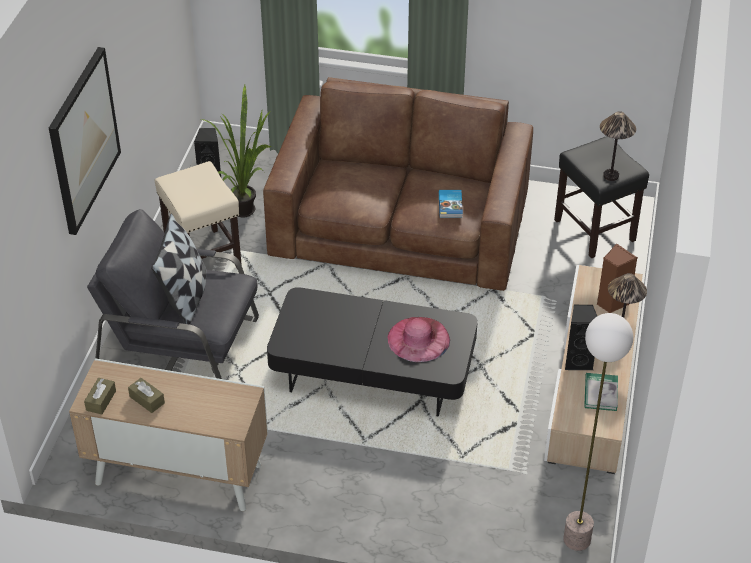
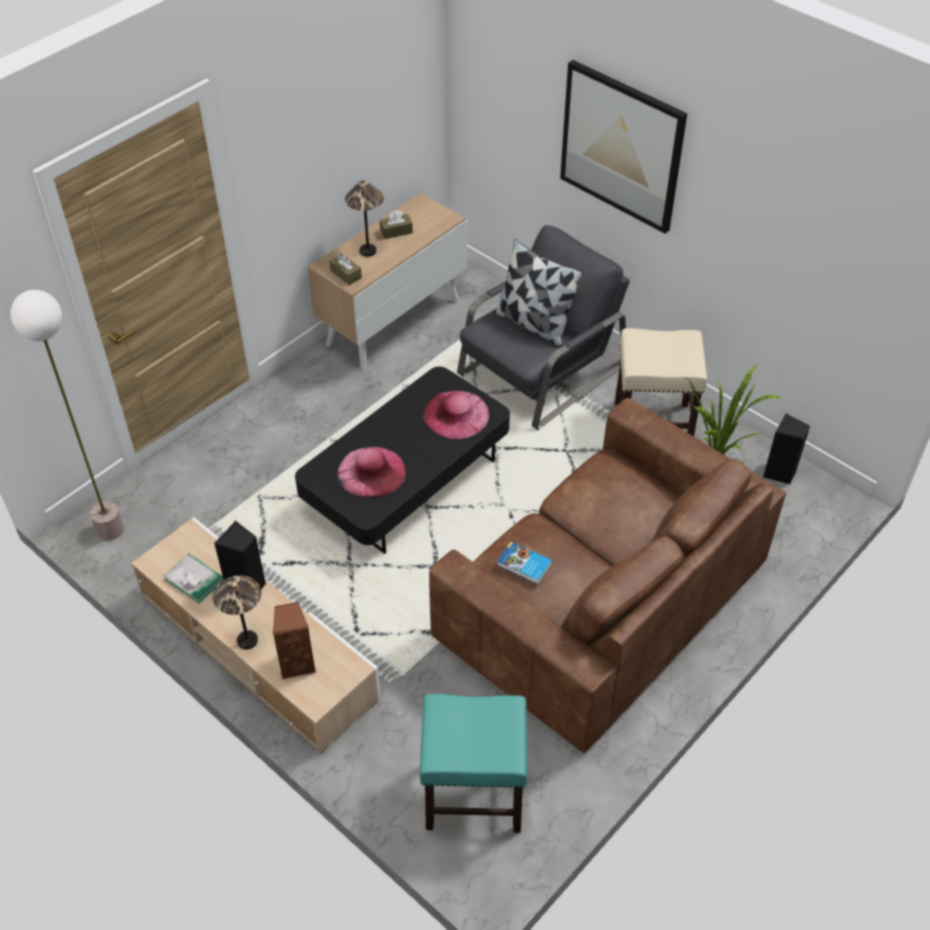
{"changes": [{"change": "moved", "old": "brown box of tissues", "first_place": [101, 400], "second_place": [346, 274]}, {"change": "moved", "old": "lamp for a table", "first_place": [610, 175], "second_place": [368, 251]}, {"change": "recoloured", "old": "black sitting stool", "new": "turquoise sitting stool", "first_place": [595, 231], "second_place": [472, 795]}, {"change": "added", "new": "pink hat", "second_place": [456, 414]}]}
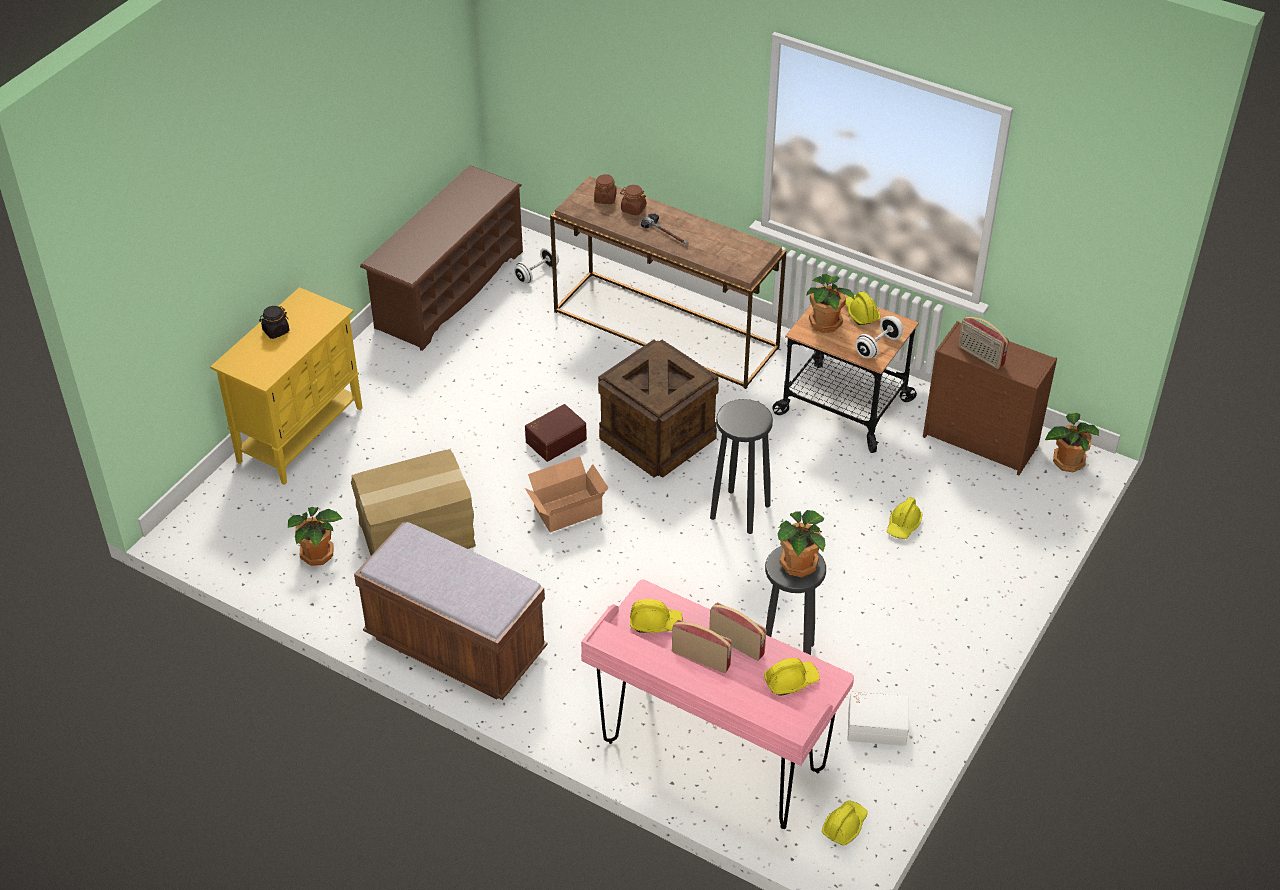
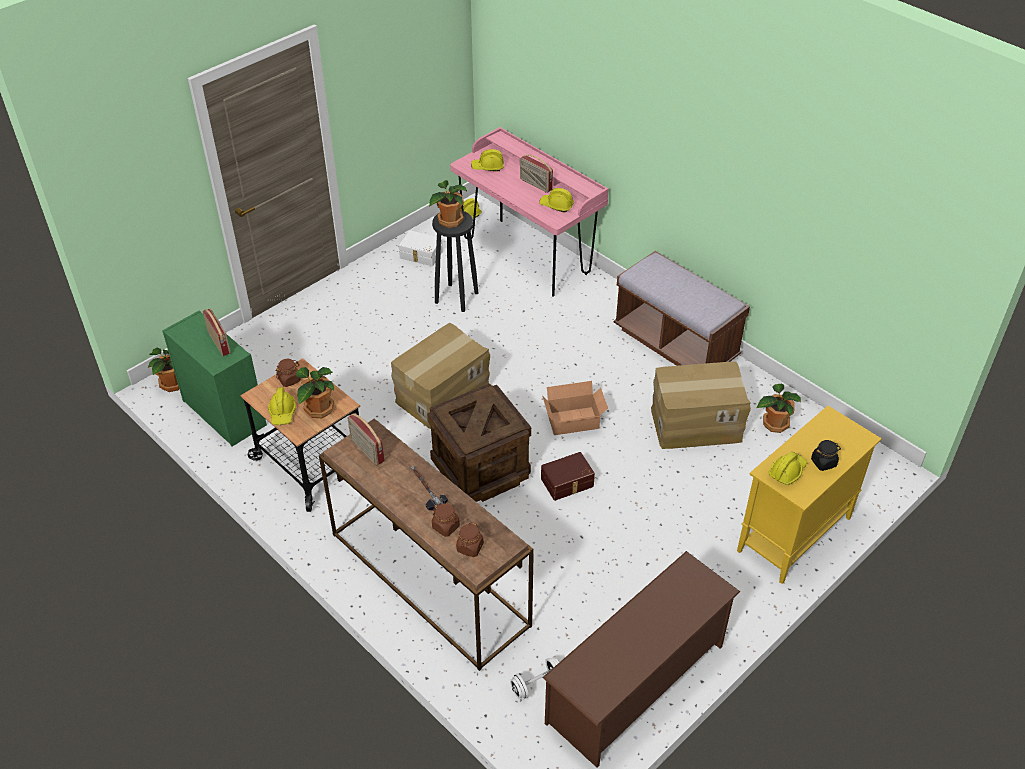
{"changes": [{"change": "recoloured", "old": "brown dresser", "new": "green dresser", "first_place": [982, 441], "second_place": [223, 412]}, {"change": "replaced", "old": "white hand weight", "new": "brown preserve jar", "first_place": [878, 346], "second_place": [289, 379]}, {"change": "moved", "old": "radio receiver", "first_place": [737, 644], "second_place": [366, 450]}, {"change": "replaced", "old": "black sitting stool", "new": "cardboard box", "first_place": [739, 512], "second_place": [441, 394]}, {"change": "moved", "old": "yellow safety helmet", "first_place": [903, 525], "second_place": [787, 471]}]}
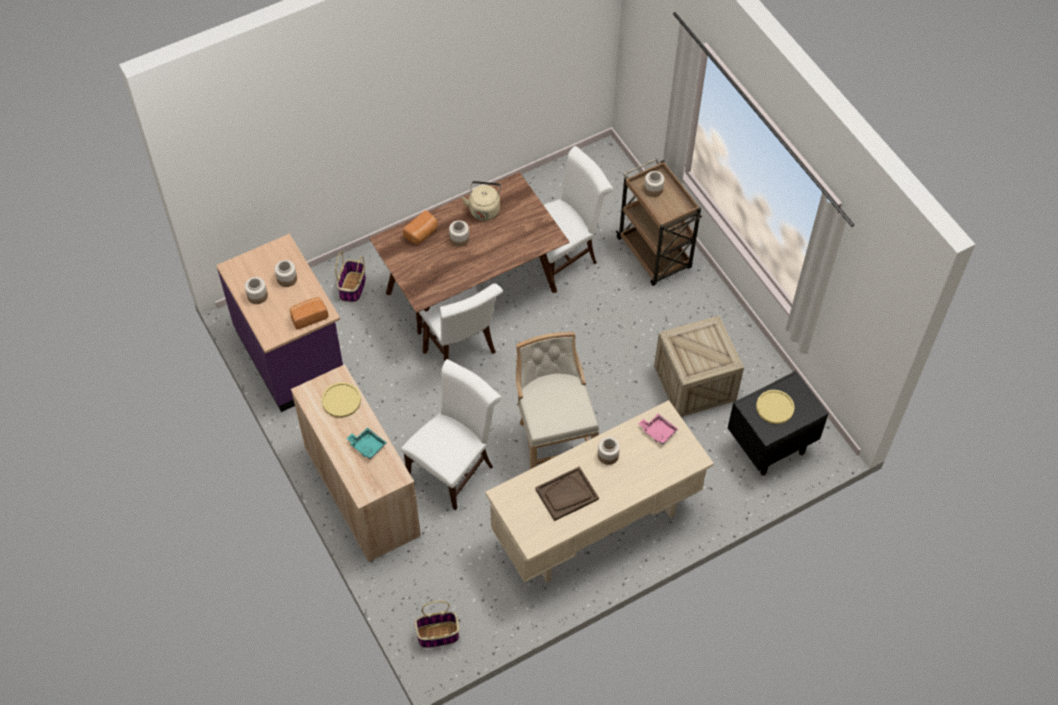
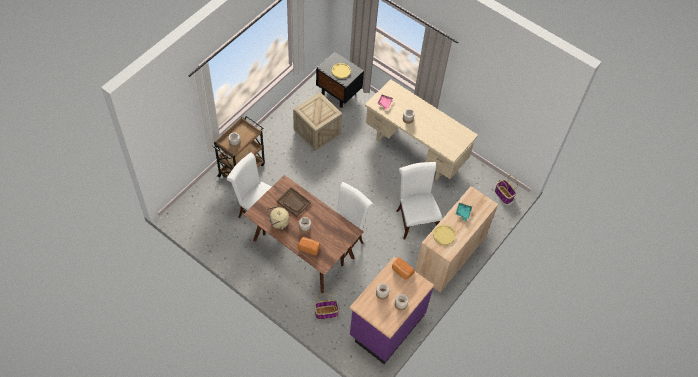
{"changes": [{"change": "moved", "old": "brown tray", "first_place": [566, 494], "second_place": [293, 202]}, {"change": "turned", "old": "white upright chair", "first_place": [454, 467], "second_place": [415, 219], "degrees": 60}, {"change": "removed", "old": "beige sitting stool", "first_place": [553, 445]}]}
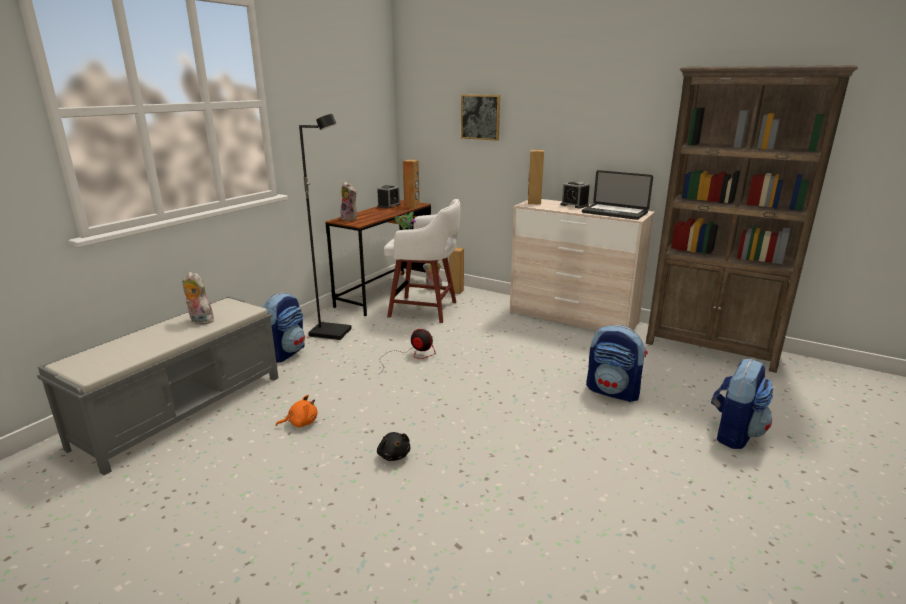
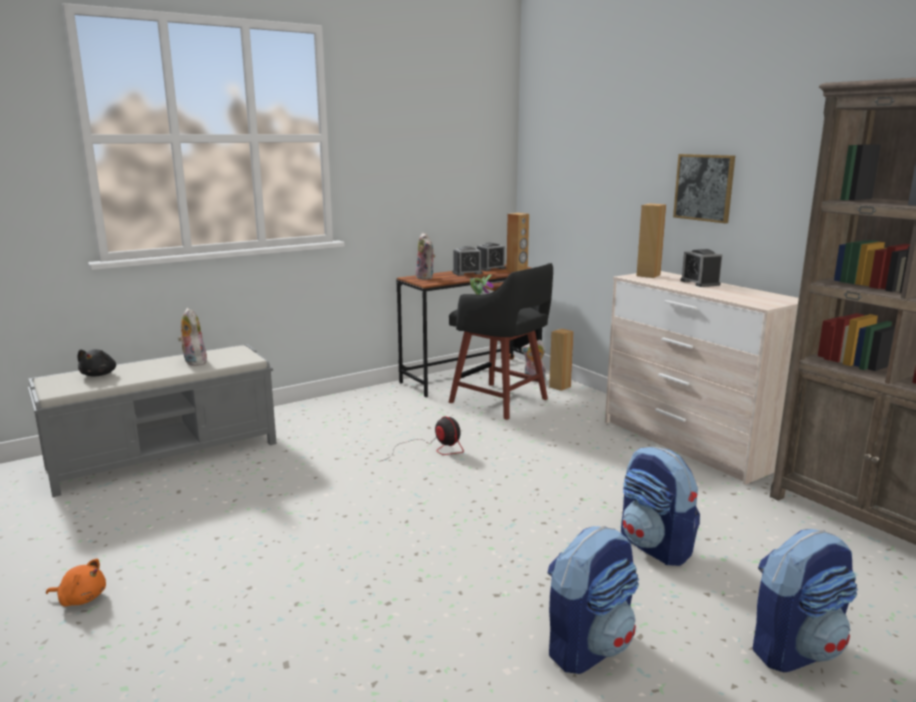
{"changes": [{"change": "moved", "old": "orangey plush toy", "first_place": [301, 423], "second_place": [81, 598]}, {"change": "moved", "old": "black plush toy", "first_place": [393, 455], "second_place": [99, 374]}, {"change": "recoloured", "old": "white sitting stool", "new": "black sitting stool", "first_place": [425, 310], "second_place": [501, 401]}, {"change": "added", "new": "bedside clock", "second_place": [467, 273]}, {"change": "moved", "old": "knapsack", "first_place": [285, 353], "second_place": [588, 646]}, {"change": "moved", "old": "picture", "first_place": [480, 117], "second_place": [704, 187]}, {"change": "removed", "old": "black standing lamp", "first_place": [331, 332]}, {"change": "removed", "old": "portable computer", "first_place": [614, 213]}]}
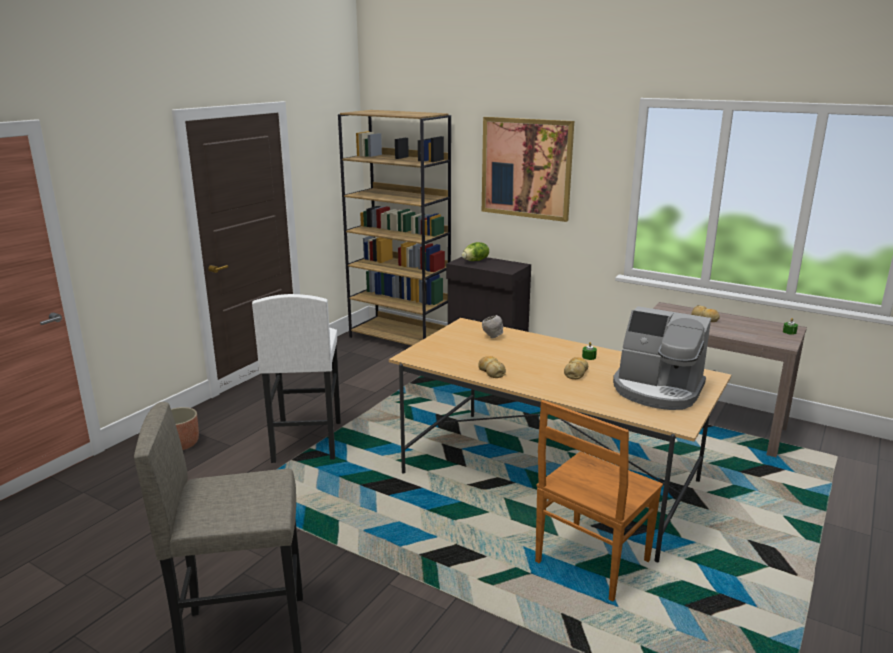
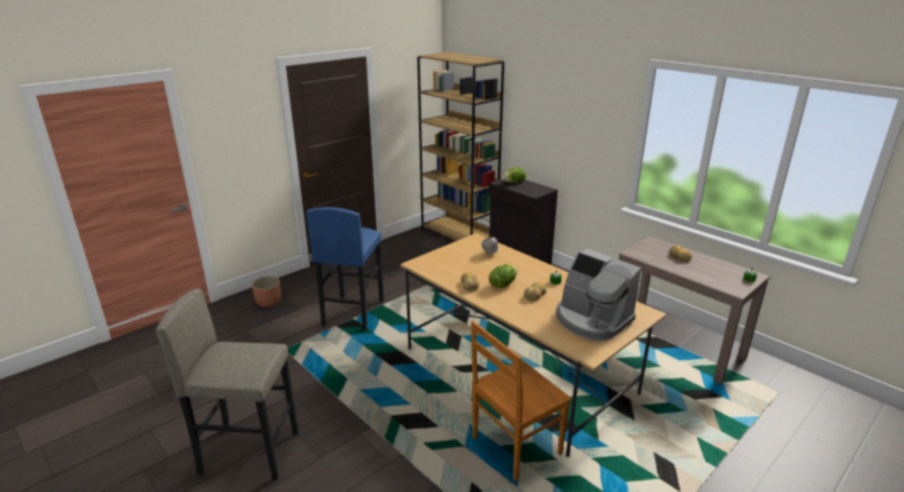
{"changes": [{"change": "recoloured", "old": "white sitting stool", "new": "blue-coloured sitting stool", "first_place": [306, 441], "second_place": [352, 313]}, {"change": "added", "new": "head of lettuce", "second_place": [502, 284]}, {"change": "removed", "old": "picture", "first_place": [526, 168]}]}
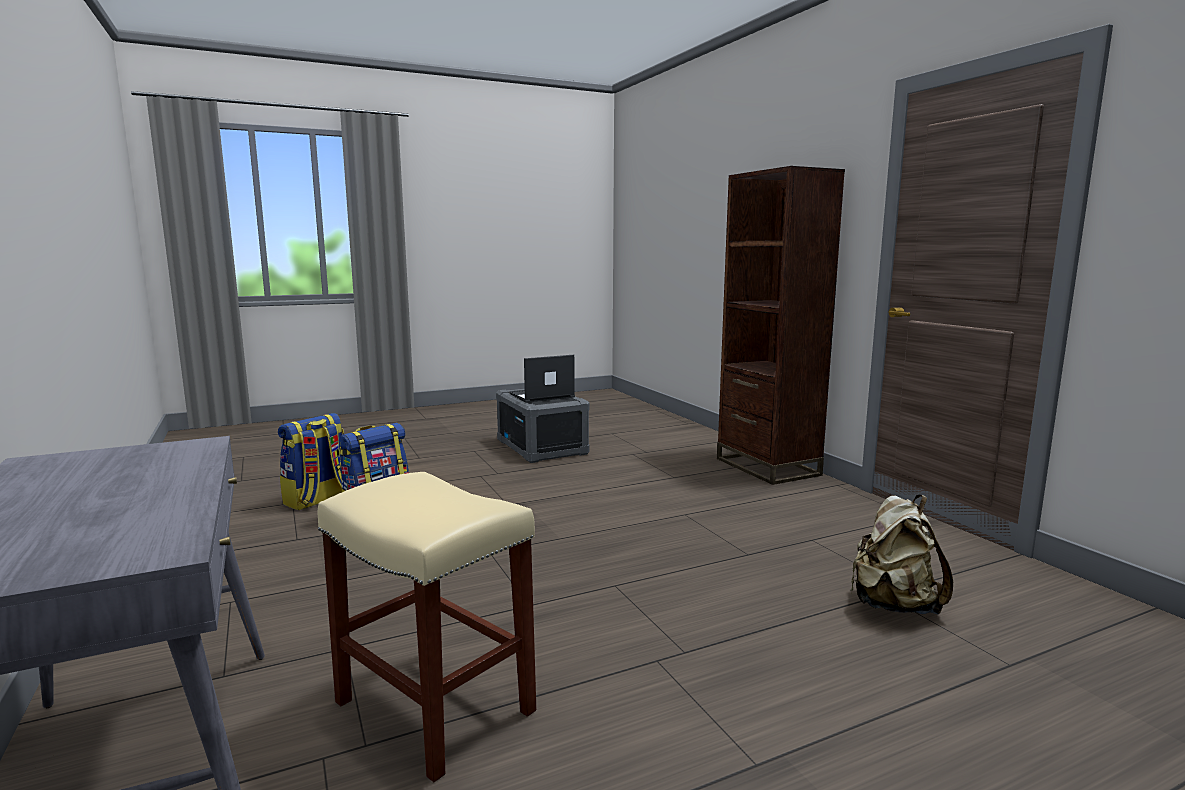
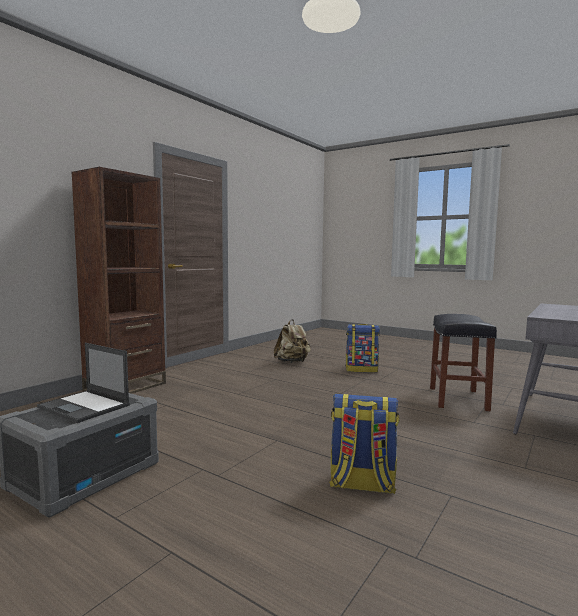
{"changes": [{"change": "moved", "old": "knapsack", "first_place": [317, 500], "second_place": [362, 369]}, {"change": "recoloured", "old": "beige sitting stool", "new": "black sitting stool", "first_place": [437, 707], "second_place": [457, 398]}]}
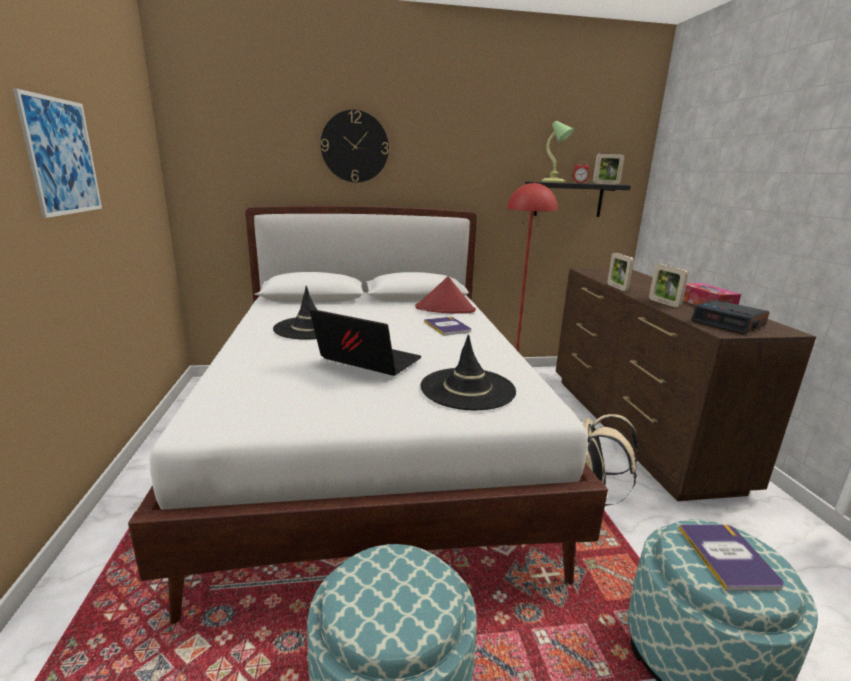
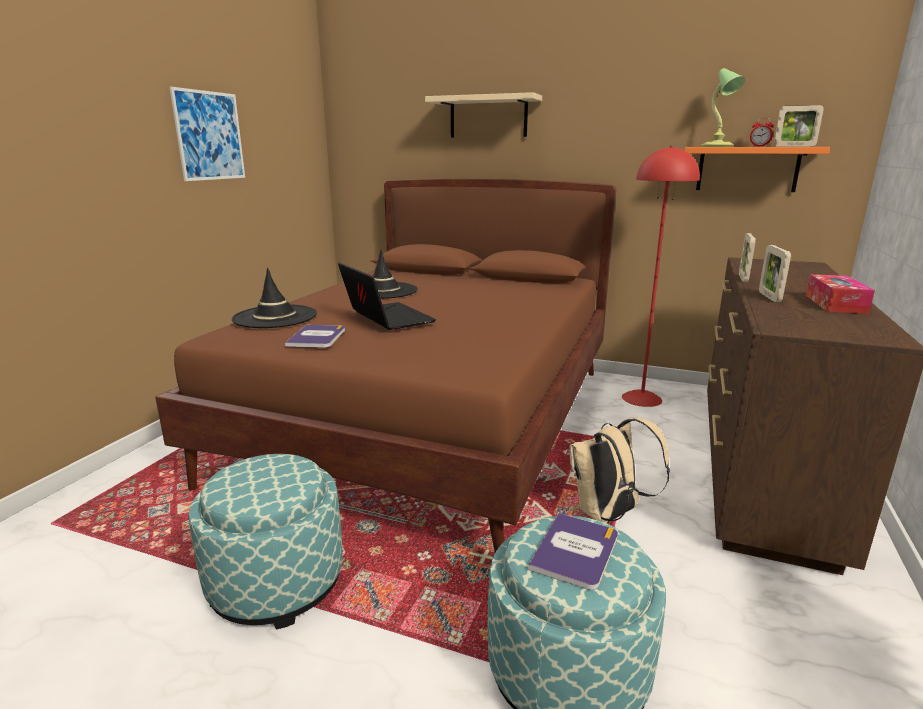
{"changes": [{"change": "recoloured", "old": "white sleeping bed", "new": "brown sleeping bed", "first_place": [373, 448], "second_place": [433, 420]}, {"change": "moved", "old": "black hat", "first_place": [467, 389], "second_place": [275, 317]}, {"change": "moved", "old": "book", "first_place": [447, 327], "second_place": [317, 337]}, {"change": "replaced", "old": "wall clock", "new": "beige wall shelf", "first_place": [355, 147], "second_place": [488, 117]}, {"change": "recoloured", "old": "black wall shelf", "new": "orangey wall shelf", "first_place": [568, 199], "second_place": [747, 169]}, {"change": "removed", "old": "red hat", "first_place": [445, 309]}, {"change": "removed", "old": "bedside clock", "first_place": [728, 324]}]}
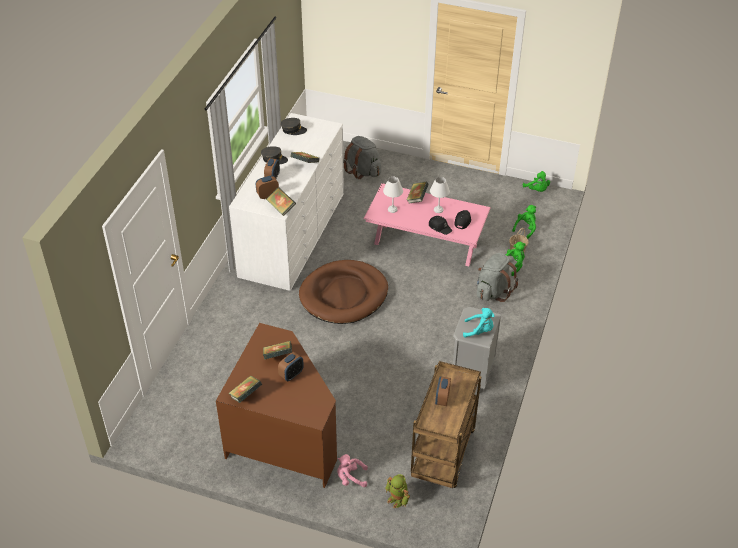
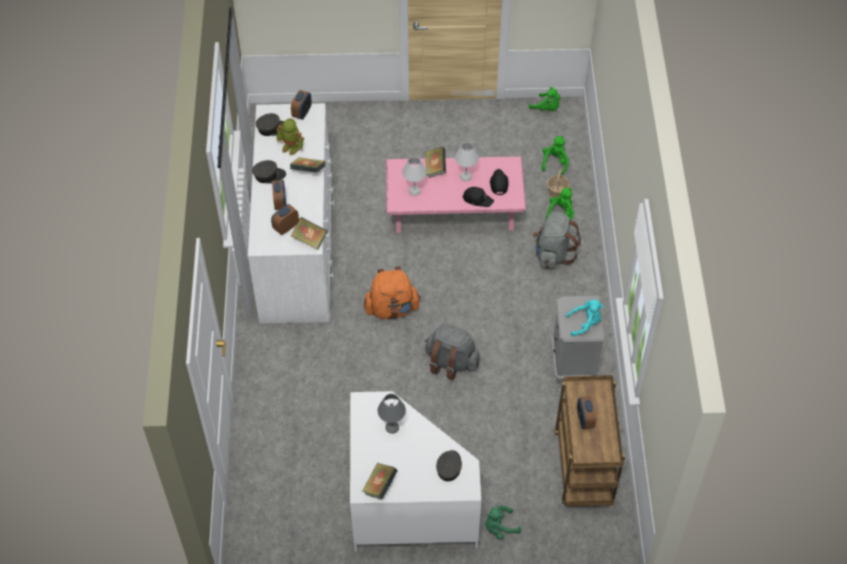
{"changes": [{"change": "moved", "old": "toy robot", "first_place": [397, 499], "second_place": [291, 147]}, {"change": "moved", "old": "bedside clock", "first_place": [291, 374], "second_place": [302, 113]}, {"change": "recoloured", "old": "brown desk", "new": "white desk", "first_place": [283, 437], "second_place": [406, 504]}, {"change": "replaced", "old": "brown dog cushion", "new": "orangey knapsack", "first_place": [344, 295], "second_place": [392, 308]}, {"change": "replaced", "old": "book", "new": "gray lamp for a table", "first_place": [278, 356], "second_place": [391, 427]}, {"change": "moved", "old": "gray knapsack", "first_place": [362, 171], "second_place": [451, 362]}, {"change": "added", "new": "gray cap", "second_place": [449, 467]}, {"change": "recoloured", "old": "pink plush toy", "new": "green plush toy", "first_place": [350, 478], "second_place": [499, 527]}]}
